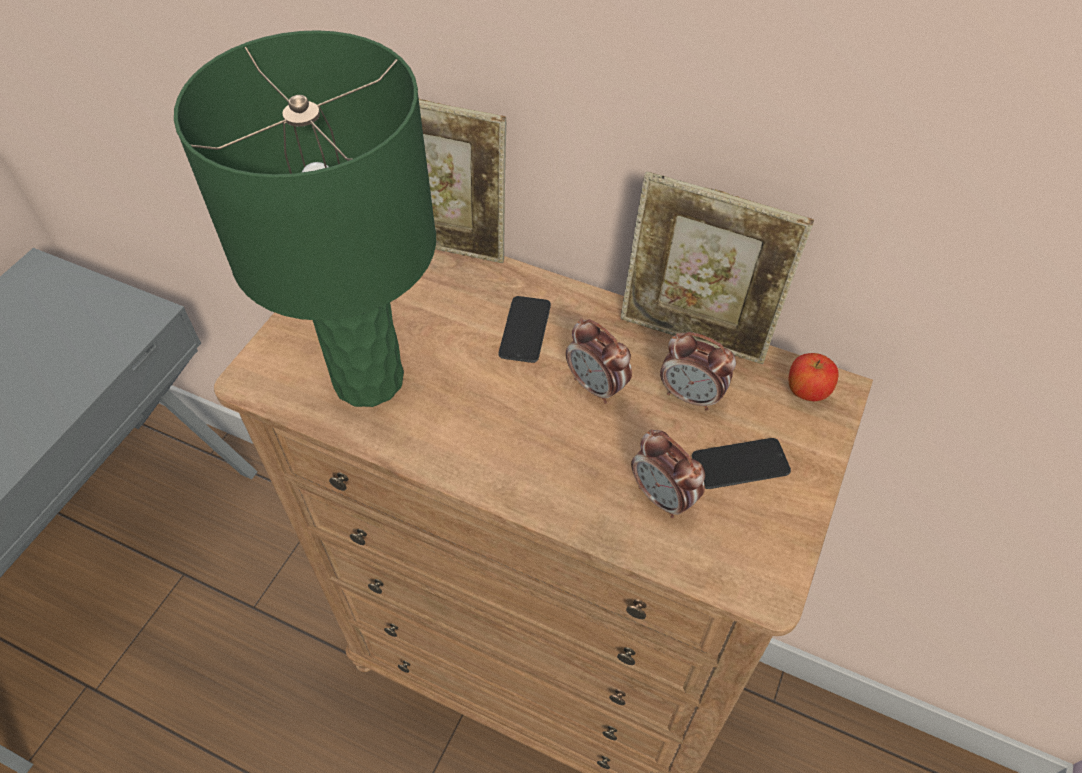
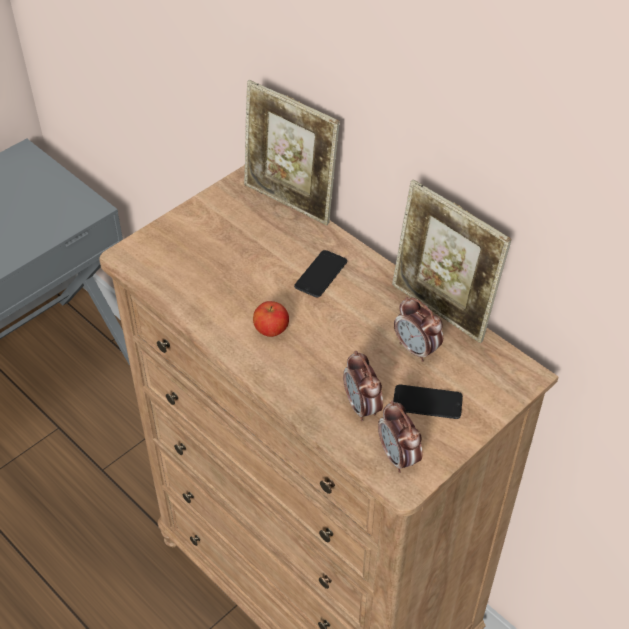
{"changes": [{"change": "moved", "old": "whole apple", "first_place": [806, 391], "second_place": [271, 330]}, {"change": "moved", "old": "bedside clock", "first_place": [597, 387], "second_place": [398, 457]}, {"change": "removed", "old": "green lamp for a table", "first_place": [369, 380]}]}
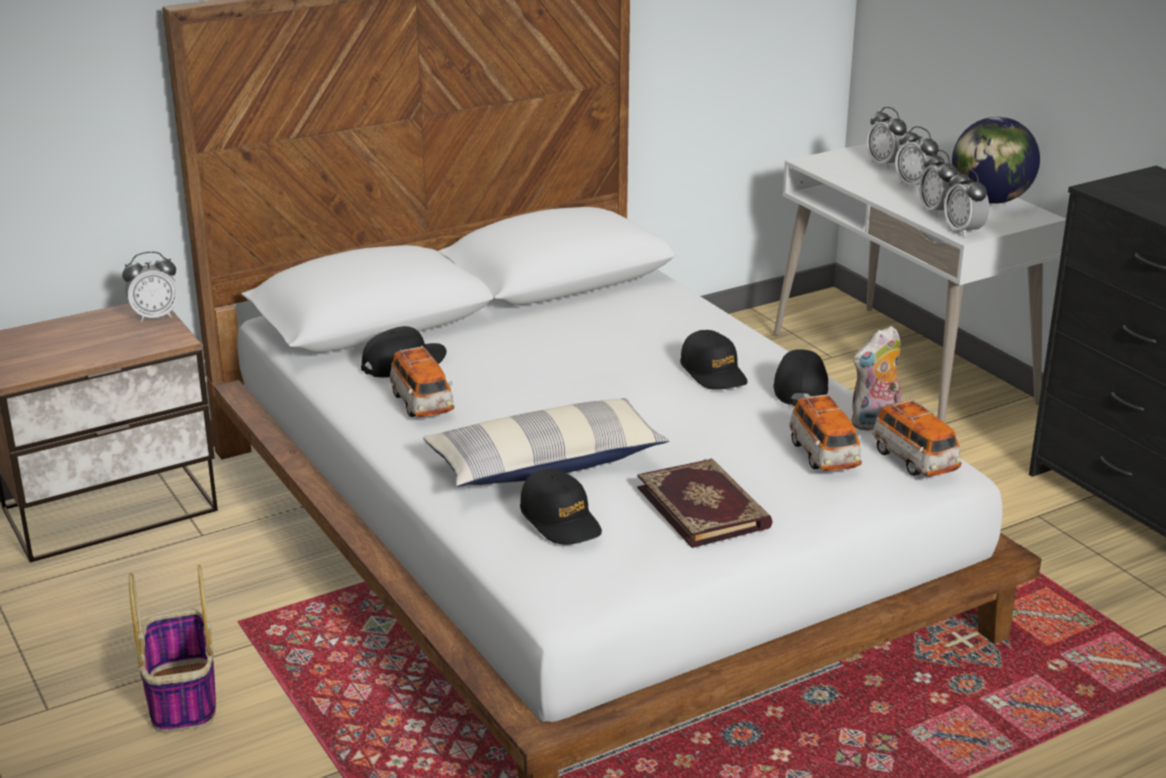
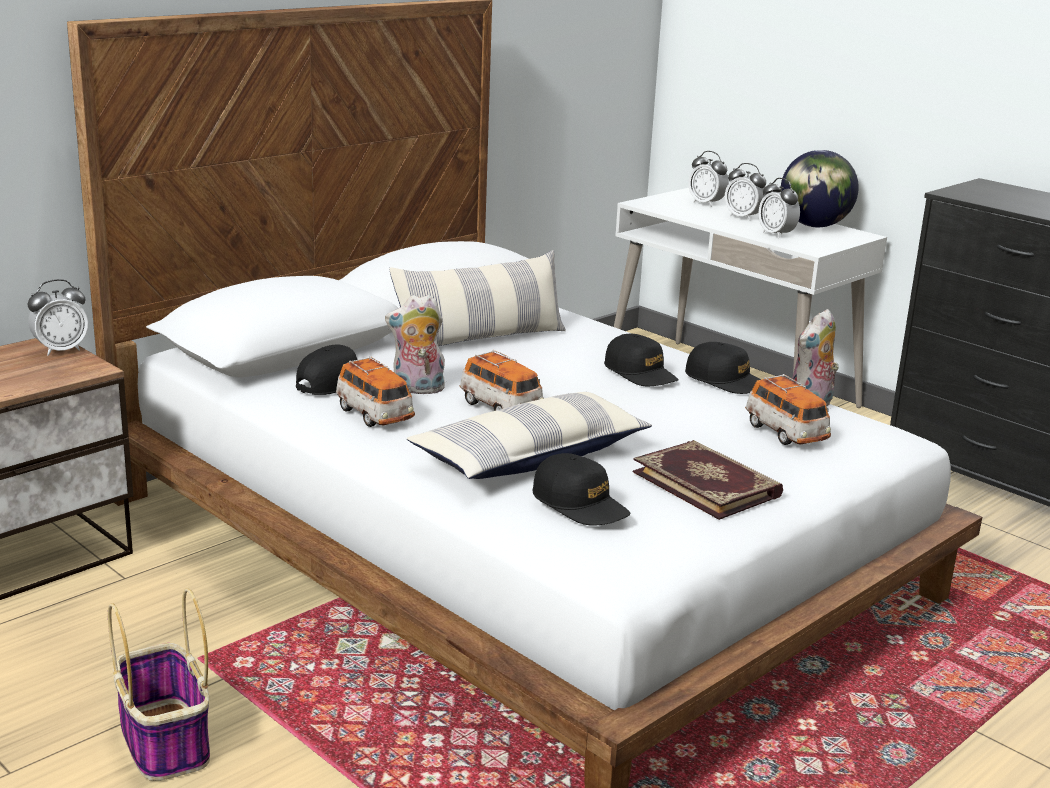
{"changes": [{"change": "added", "new": "plush toy", "second_place": [417, 390]}, {"change": "added", "new": "pillow", "second_place": [480, 340]}, {"change": "moved", "old": "model car", "first_place": [914, 461], "second_place": [501, 407]}, {"change": "turned", "old": "black cap", "first_place": [800, 387], "second_place": [726, 381], "degrees": 135}, {"change": "removed", "old": "bedside clock", "first_place": [963, 231]}]}
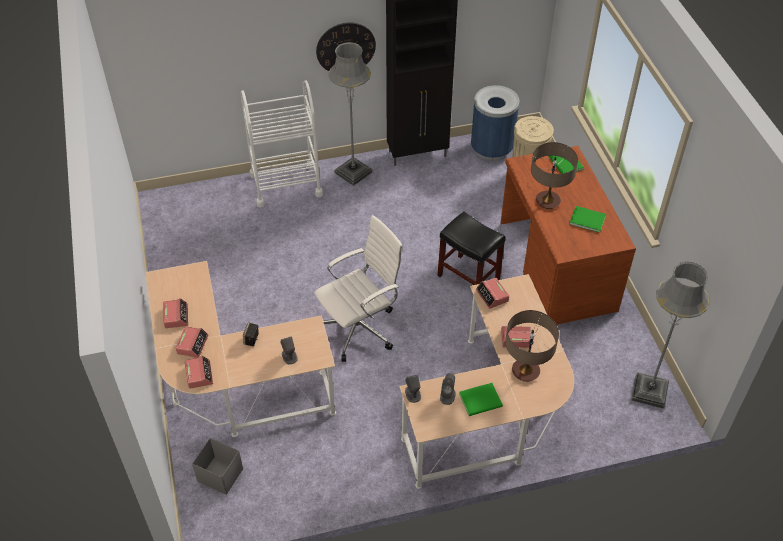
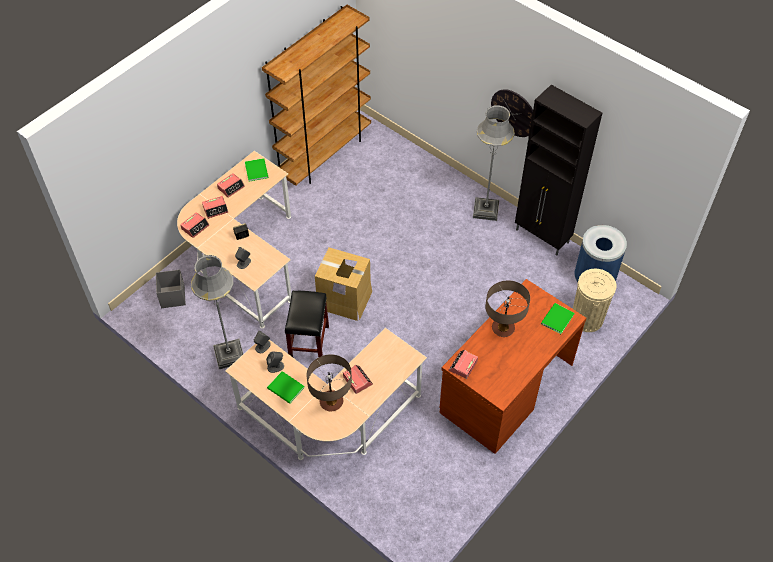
{"changes": [{"change": "moved", "old": "gray standing lamp", "first_place": [649, 391], "second_place": [229, 355]}, {"change": "moved", "old": "green book", "first_place": [586, 219], "second_place": [257, 170]}, {"change": "added", "new": "brown bookcase", "second_place": [324, 154]}, {"change": "moved", "old": "black sitting stool", "first_place": [468, 277], "second_place": [309, 342]}, {"change": "replaced", "old": "white computer chair", "new": "cardboard box", "first_place": [360, 328], "second_place": [344, 300]}, {"change": "moved", "old": "bedside clock", "first_place": [492, 296], "second_place": [463, 366]}, {"change": "removed", "old": "white trolley", "first_place": [286, 184]}]}
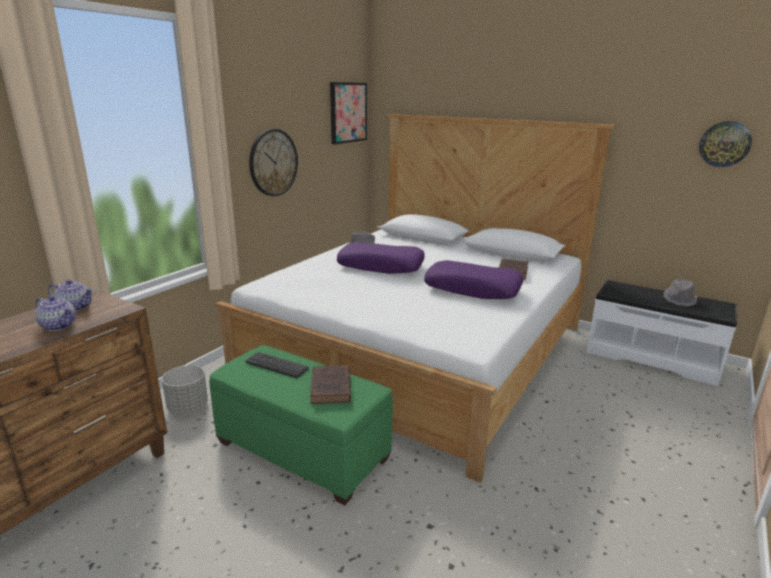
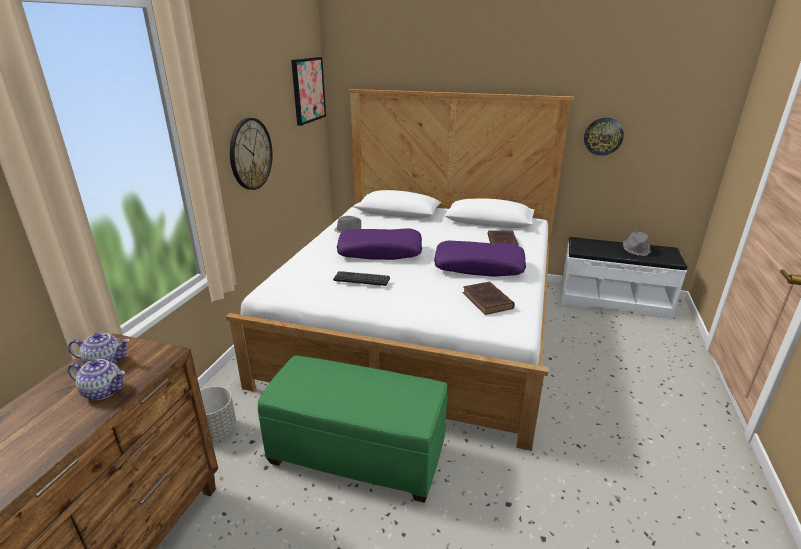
{"changes": [{"change": "moved", "old": "computer keyboard", "first_place": [276, 365], "second_place": [361, 279]}, {"change": "moved", "old": "brown book", "first_place": [330, 388], "second_place": [488, 301]}, {"change": "moved", "old": "wall clock", "first_place": [724, 144], "second_place": [603, 136]}]}
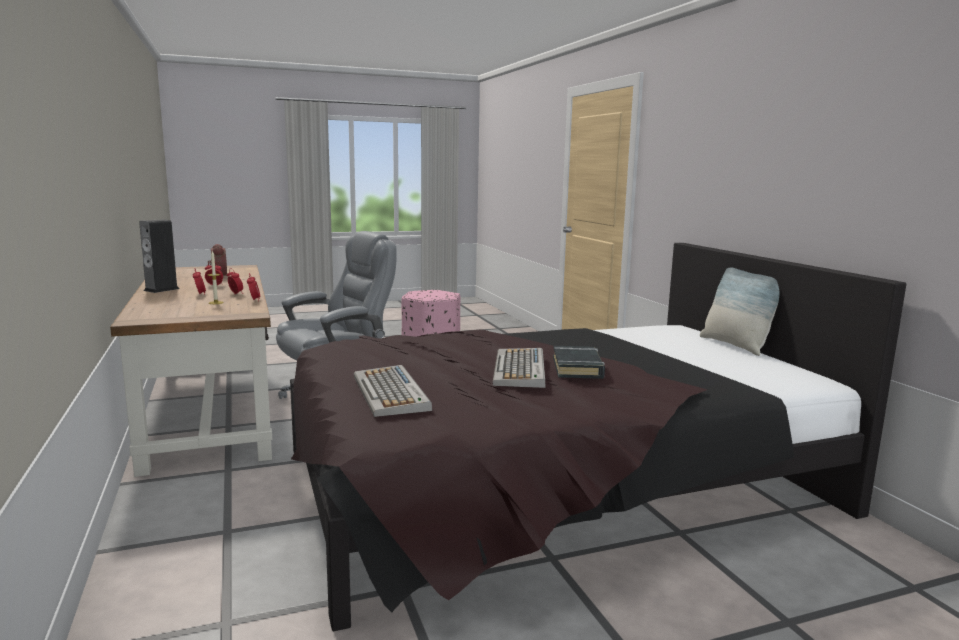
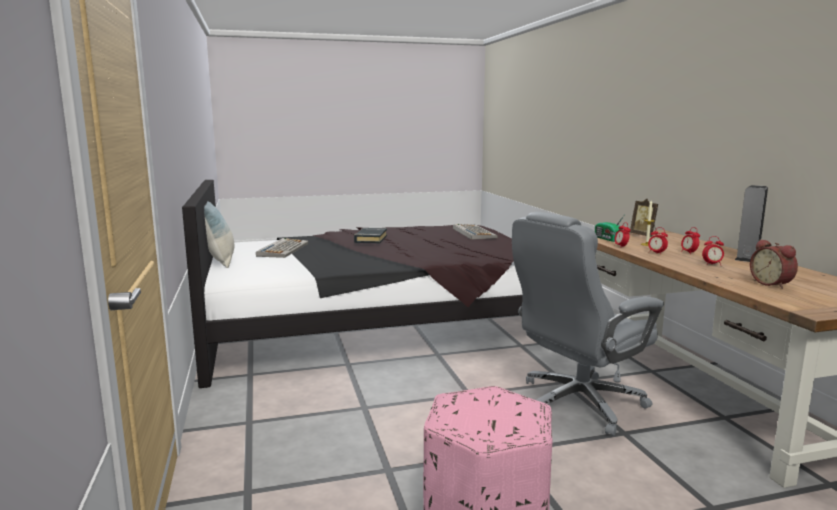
{"changes": [{"change": "moved", "old": "computer keyboard", "first_place": [520, 369], "second_place": [283, 249]}, {"change": "added", "new": "radio receiver", "second_place": [607, 239]}, {"change": "added", "new": "photo frame", "second_place": [644, 235]}]}
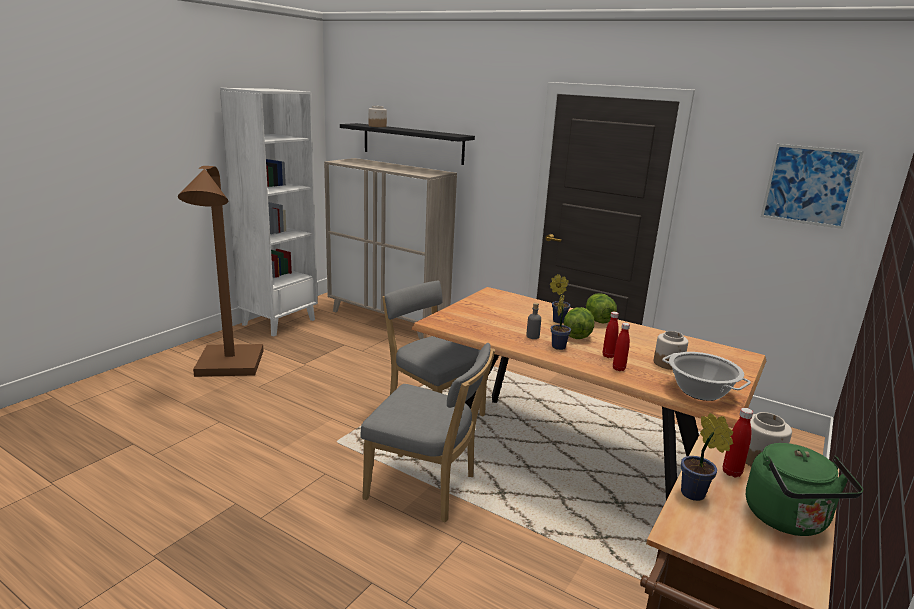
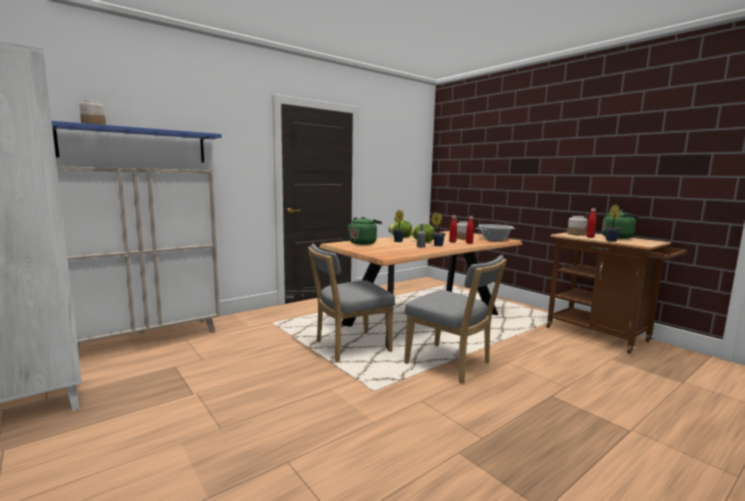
{"changes": [{"change": "recoloured", "old": "black wall shelf", "new": "blue-coloured wall shelf", "first_place": [412, 143], "second_place": [135, 145]}, {"change": "added", "new": "green kettle", "second_place": [363, 243]}, {"change": "turned", "old": "gray upright chair", "first_place": [426, 489], "second_place": [451, 364], "degrees": 90}, {"change": "removed", "old": "brown standing lamp", "first_place": [228, 368]}, {"change": "removed", "old": "picture", "first_place": [809, 185]}]}
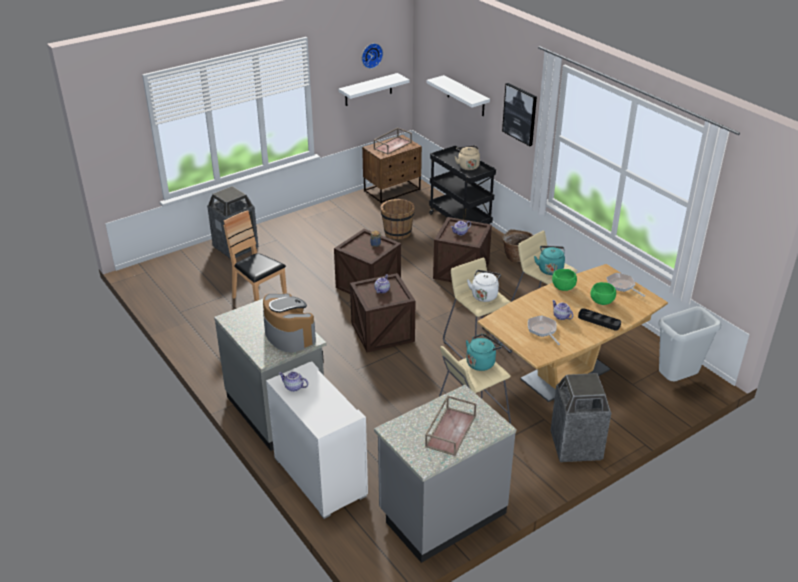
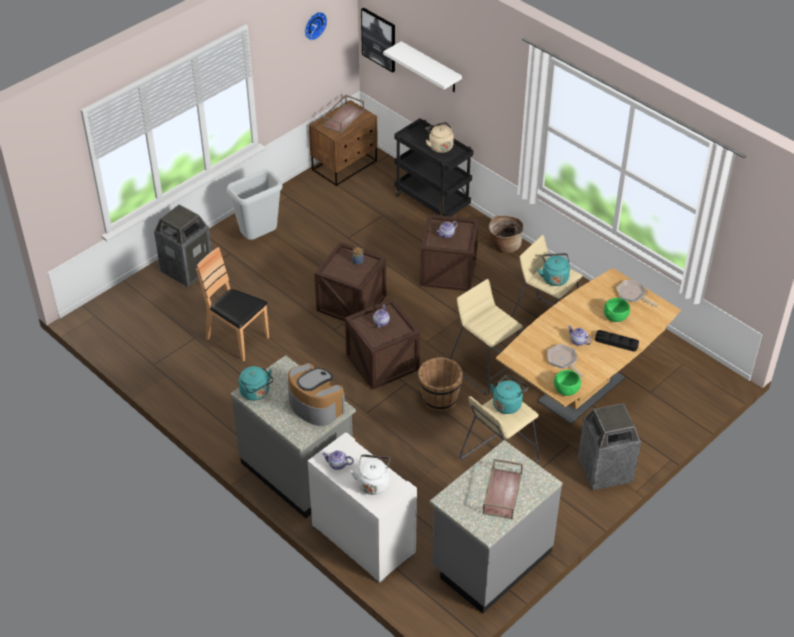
{"changes": [{"change": "moved", "old": "gray rubbish bin", "first_place": [676, 379], "second_place": [259, 237]}, {"change": "added", "new": "turquoise kettle", "second_place": [256, 393]}, {"change": "moved", "old": "white kettle", "first_place": [484, 295], "second_place": [373, 483]}, {"change": "moved", "old": "picture", "first_place": [520, 114], "second_place": [379, 39]}, {"change": "moved", "old": "brown pail", "first_place": [397, 233], "second_place": [439, 399]}, {"change": "moved", "old": "green deep dish", "first_place": [563, 287], "second_place": [566, 389]}, {"change": "removed", "old": "white wall shelf", "first_place": [368, 90]}]}
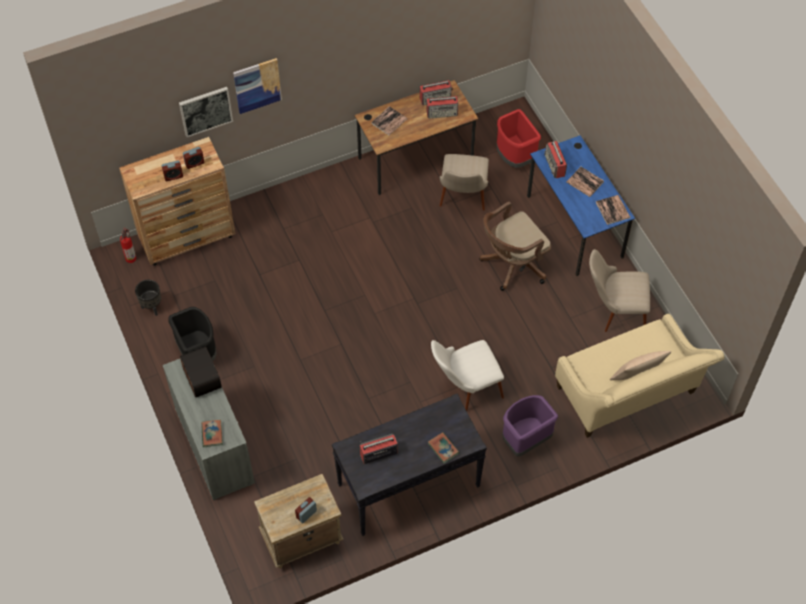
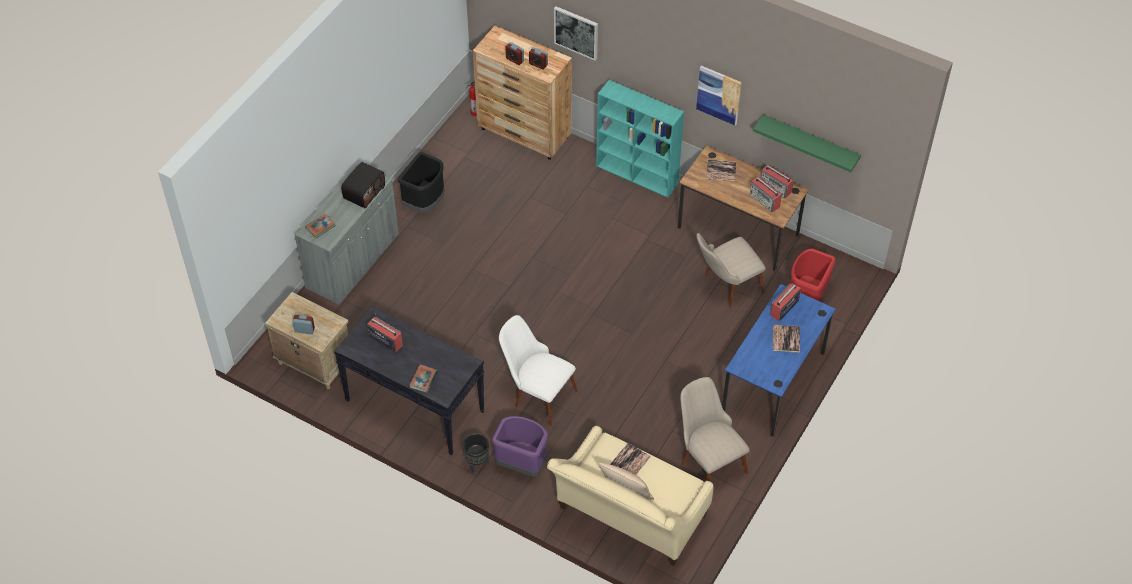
{"changes": [{"change": "moved", "old": "black planter", "first_place": [152, 307], "second_place": [477, 463]}, {"change": "added", "new": "turquoise bookcase", "second_place": [638, 175]}, {"change": "moved", "old": "book", "first_place": [612, 210], "second_place": [630, 461]}, {"change": "moved", "old": "picture", "first_place": [257, 85], "second_place": [719, 95]}, {"change": "added", "new": "green wall shelf", "second_place": [810, 142]}, {"change": "removed", "old": "brown computer chair", "first_place": [512, 265]}]}
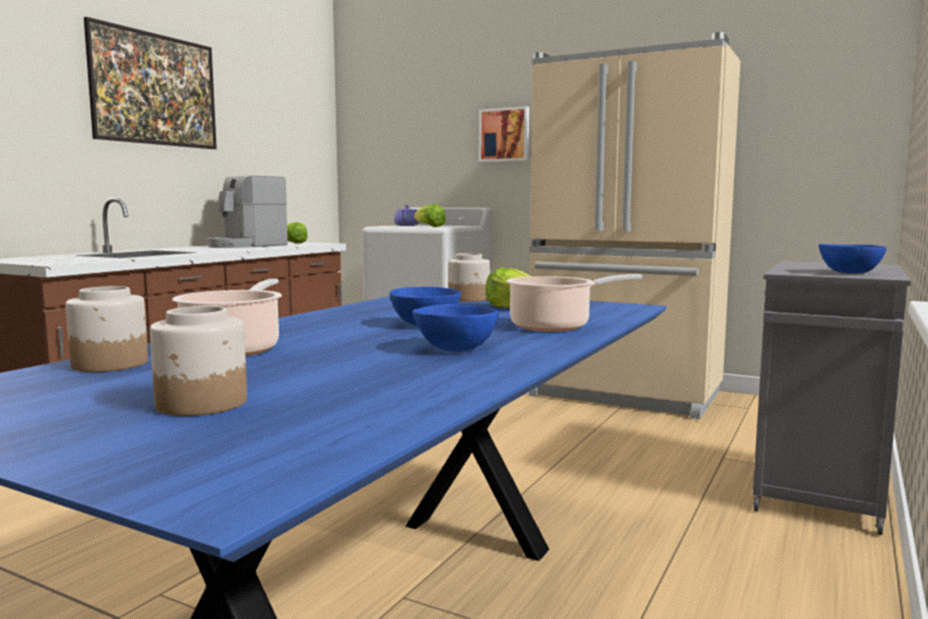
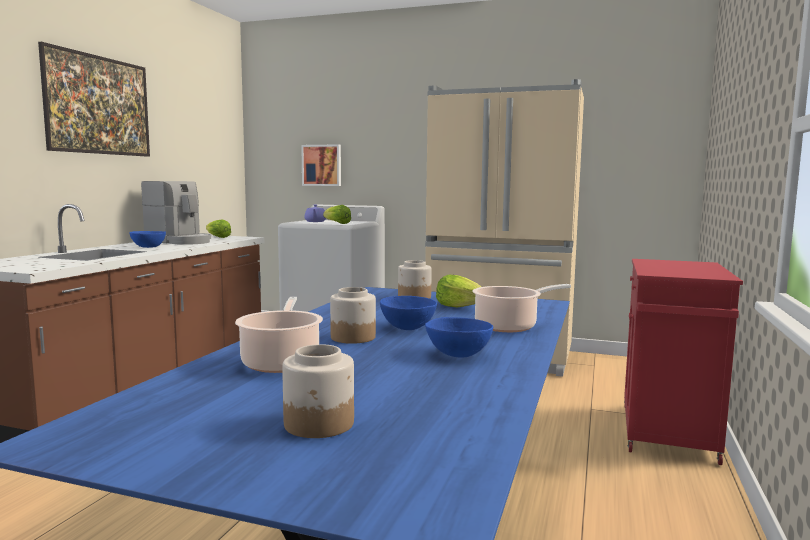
{"changes": [{"change": "moved", "old": "blue-coloured deep dish", "first_place": [848, 272], "second_place": [147, 247]}, {"change": "turned", "old": "coffee maker", "first_place": [246, 245], "second_place": [180, 241], "degrees": -90}, {"change": "moved", "old": "picture", "first_place": [504, 135], "second_place": [322, 165]}, {"change": "moved", "old": "preserve jar", "first_place": [111, 364], "second_place": [353, 337]}, {"change": "recoloured", "old": "gray cabinet", "new": "red cabinet", "first_place": [818, 493], "second_place": [668, 434]}]}
